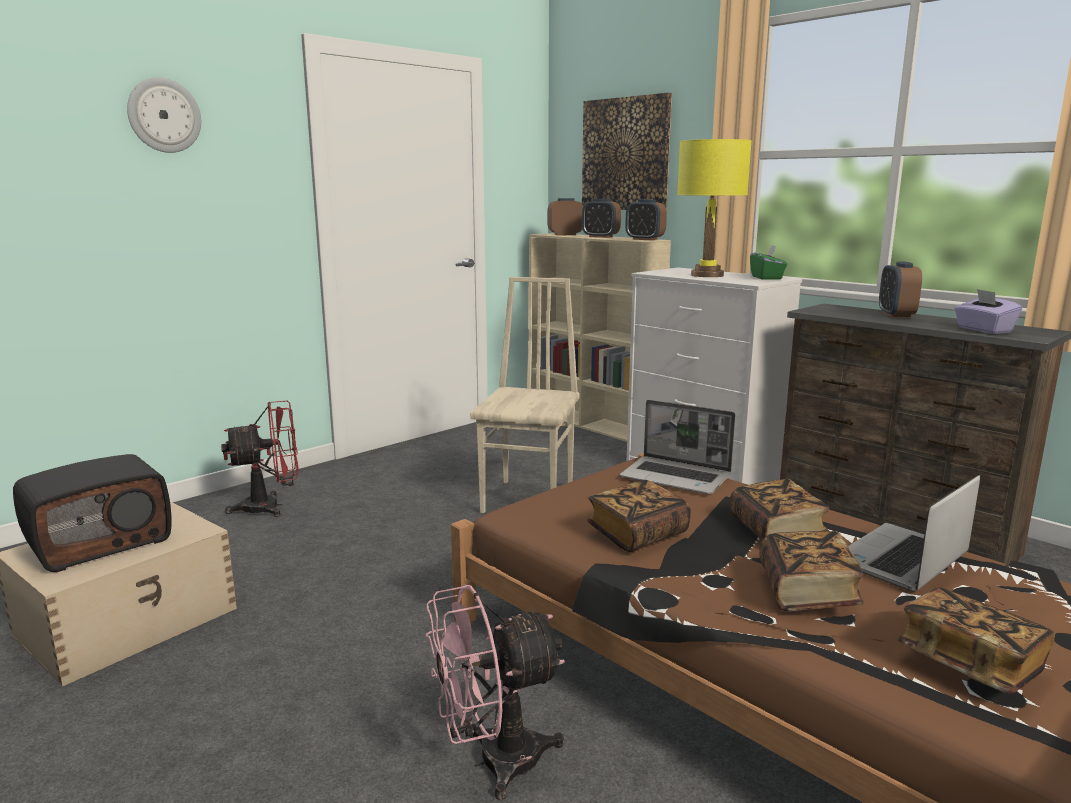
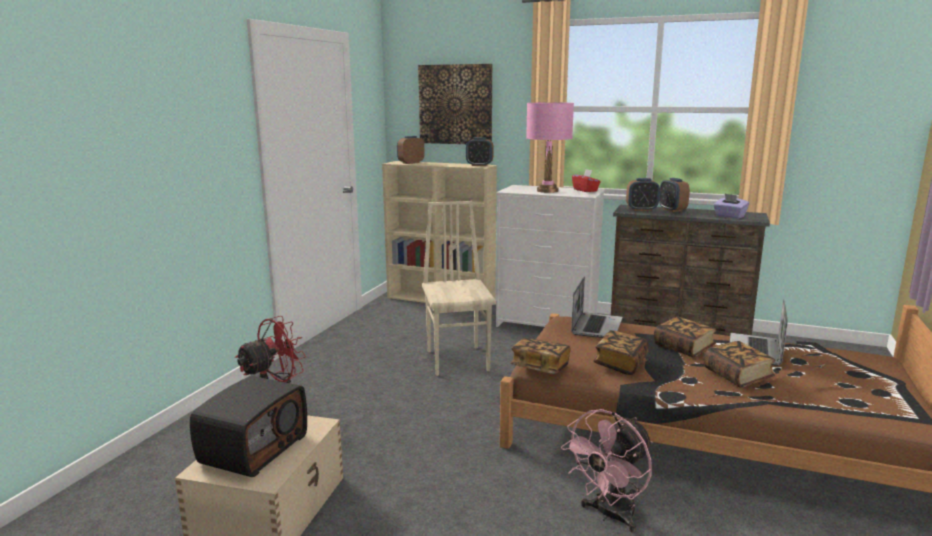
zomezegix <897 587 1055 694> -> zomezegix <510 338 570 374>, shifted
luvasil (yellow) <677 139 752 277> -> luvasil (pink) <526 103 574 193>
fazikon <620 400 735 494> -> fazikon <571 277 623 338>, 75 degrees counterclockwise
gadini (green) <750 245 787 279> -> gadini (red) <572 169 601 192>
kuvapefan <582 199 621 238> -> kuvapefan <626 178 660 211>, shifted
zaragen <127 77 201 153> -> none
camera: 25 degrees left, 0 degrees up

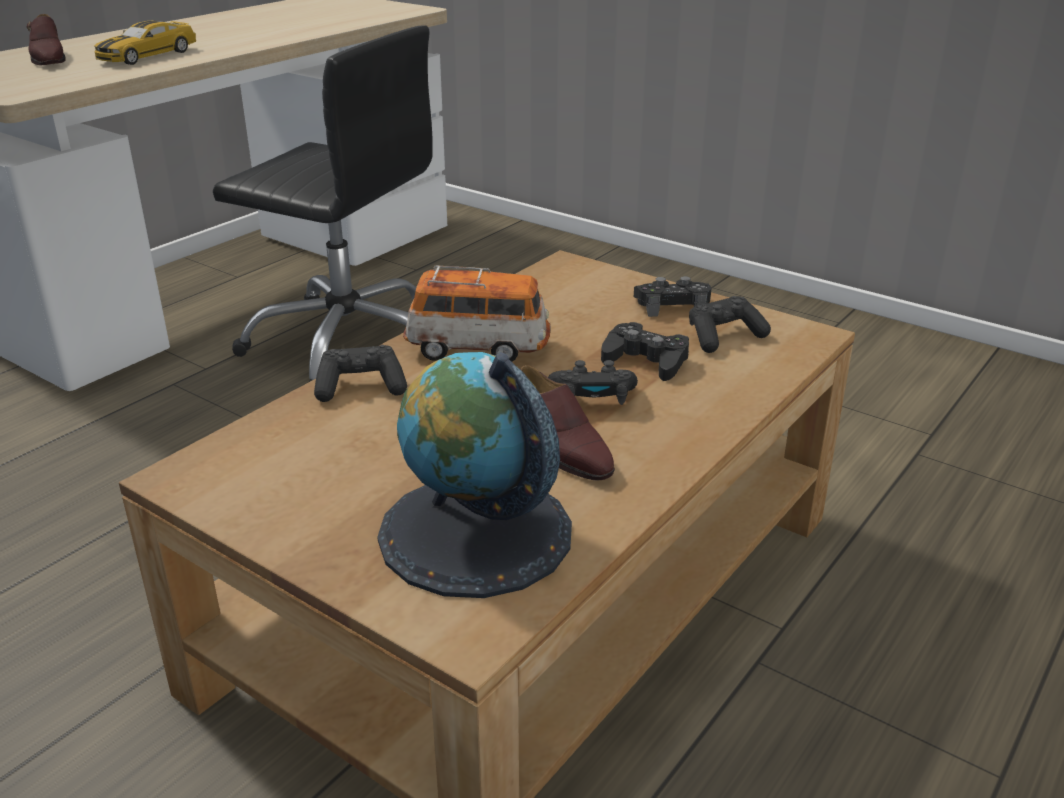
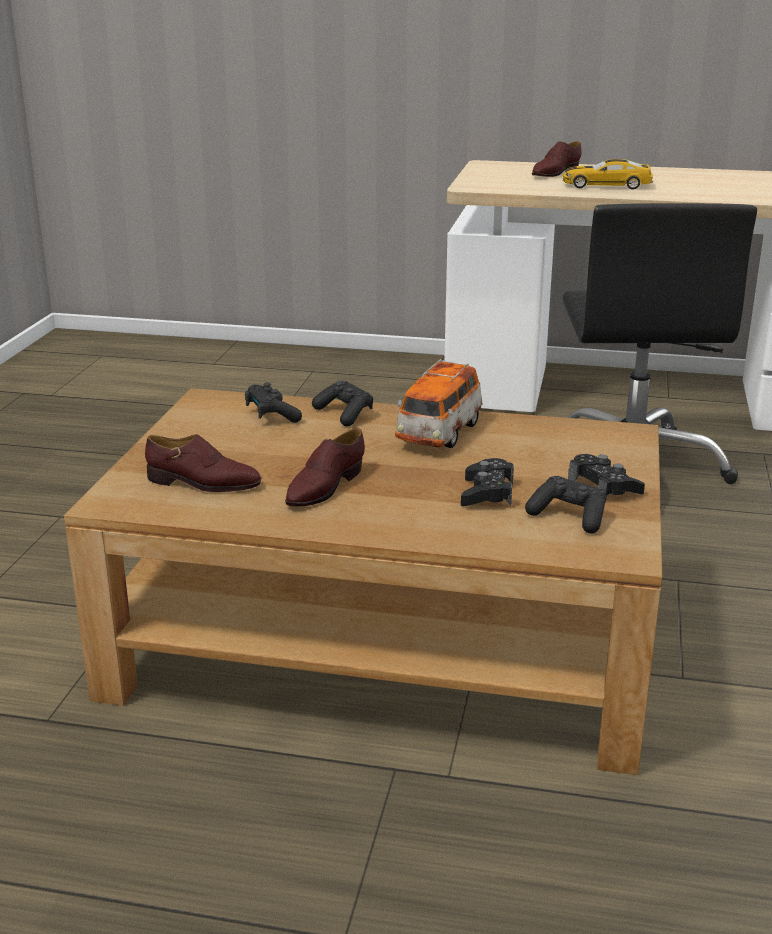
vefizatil <377 352 572 598> -> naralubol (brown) <145 434 261 492>
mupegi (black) <548 360 638 405> -> mupegi (black) <245 382 302 423>, shifted
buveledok <403 265 551 362> -> buveledok <395 359 483 448>, 45 degrees clockwise
camera: 65 degrees right, 5 degrees down

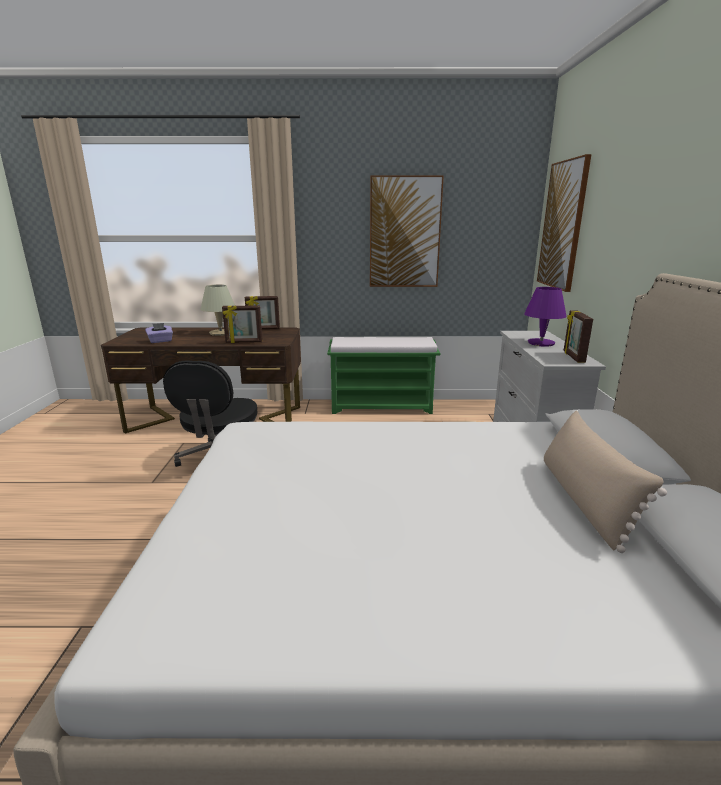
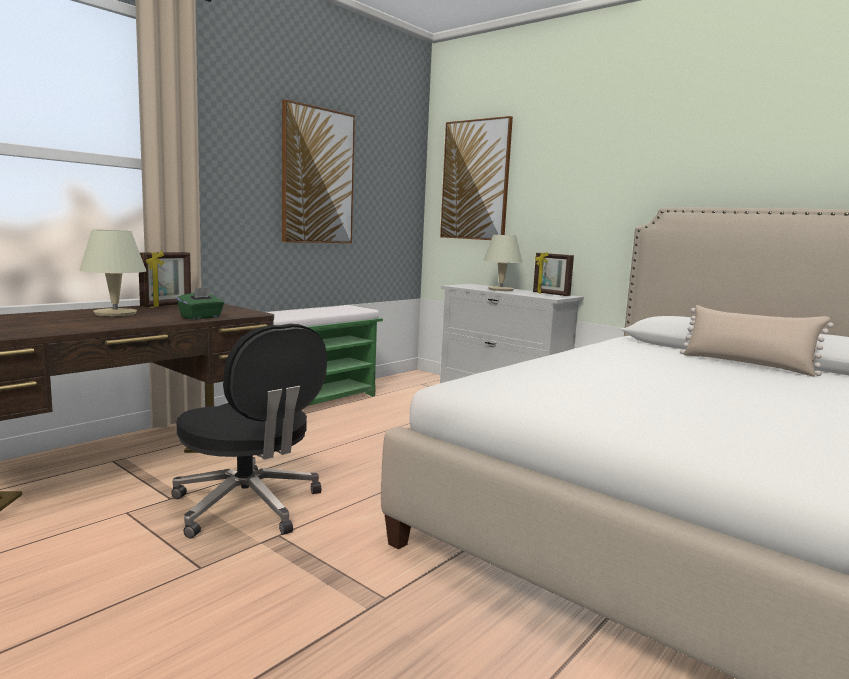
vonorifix <222 305 263 343> -> gadini (green) <177 287 224 320>
luvasil (purple) <524 287 567 346> -> luvasil (beige) <483 235 523 291>
gadini (purple) <145 323 173 343> -> none
camera: 50 degrees left, 10 degrees down

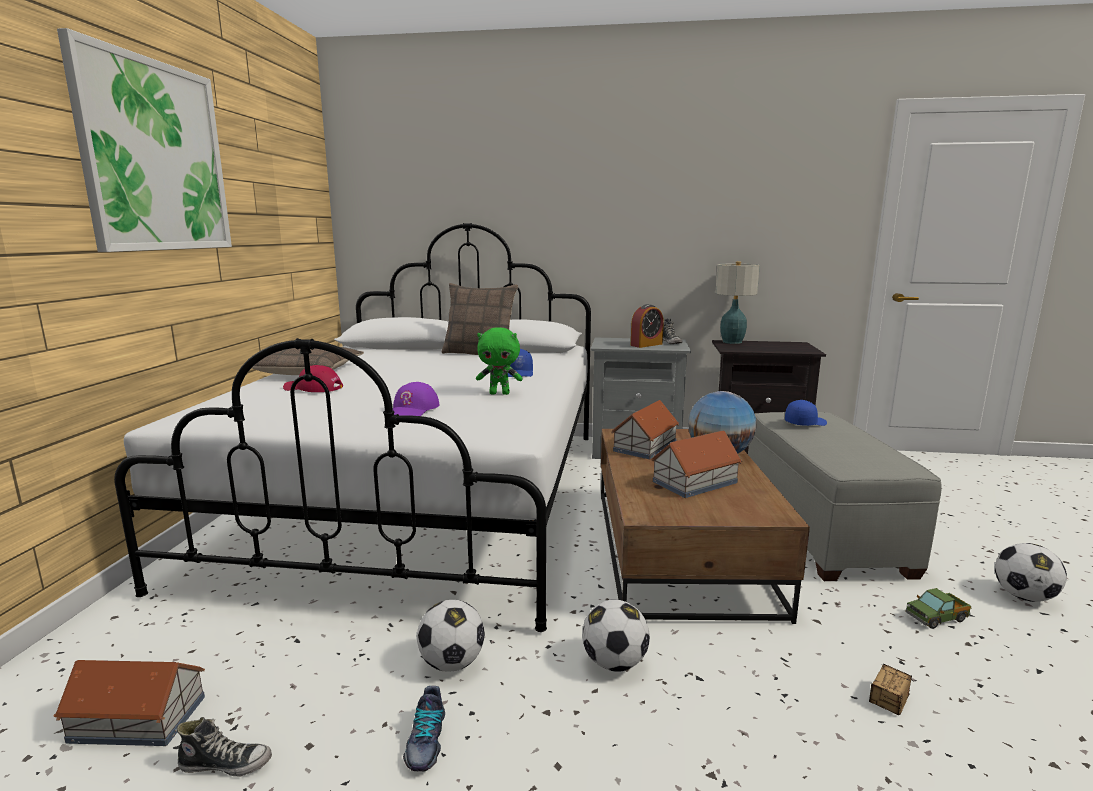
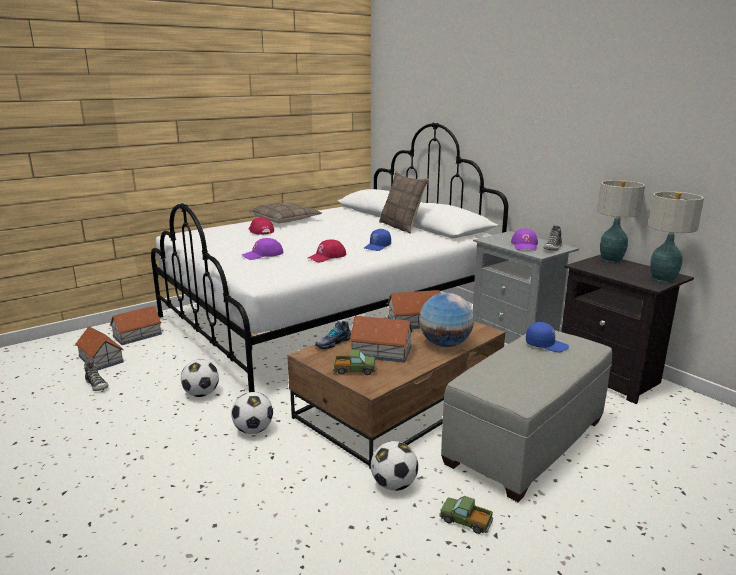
none -> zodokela <110 306 162 345>
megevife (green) <476 327 523 395> -> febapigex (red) <308 239 346 262>
naralubol <403 686 445 772> -> naralubol <315 321 351 349>, shifted
none -> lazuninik <333 350 376 375>
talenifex <995 543 1067 602> -> talenifex <371 441 418 491>, shifted
kuvapefan <631 304 664 348> -> febapigex (purple) <511 228 538 251>
none -> luvasil <648 191 704 283>
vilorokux <57 28 232 252> -> none
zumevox <869 664 912 715> -> none
camera: 45 degrees right, 5 degrees up

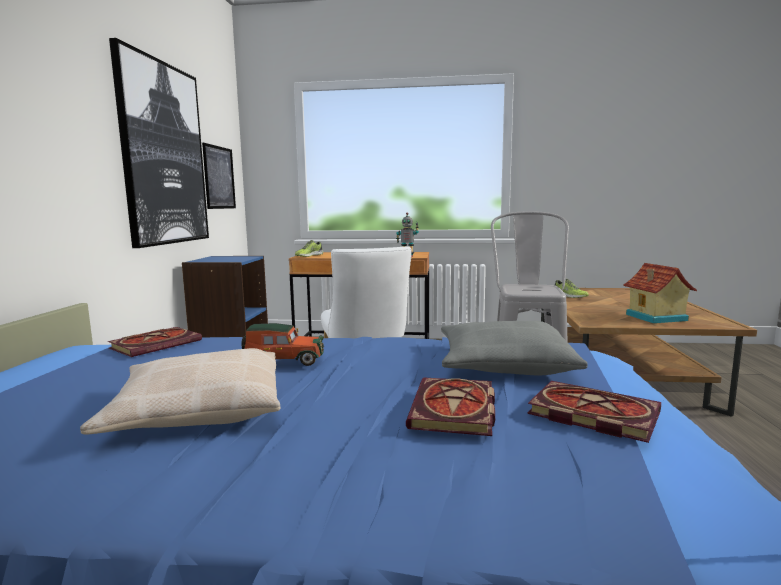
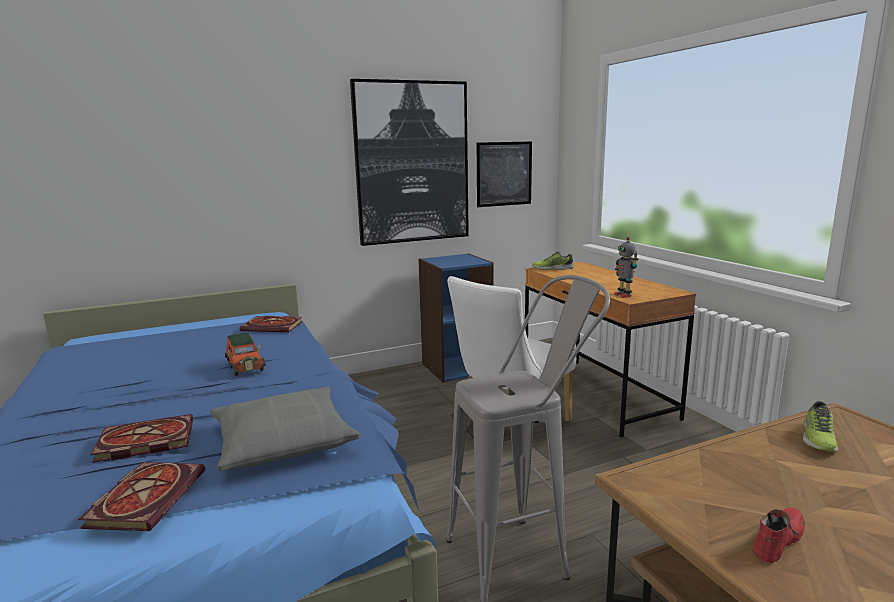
zodokela <623 263 697 323> -> naralubol (red) <752 508 805 563>
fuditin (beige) <80 348 281 435> -> none
camera: 60 degrees right, 5 degrees up

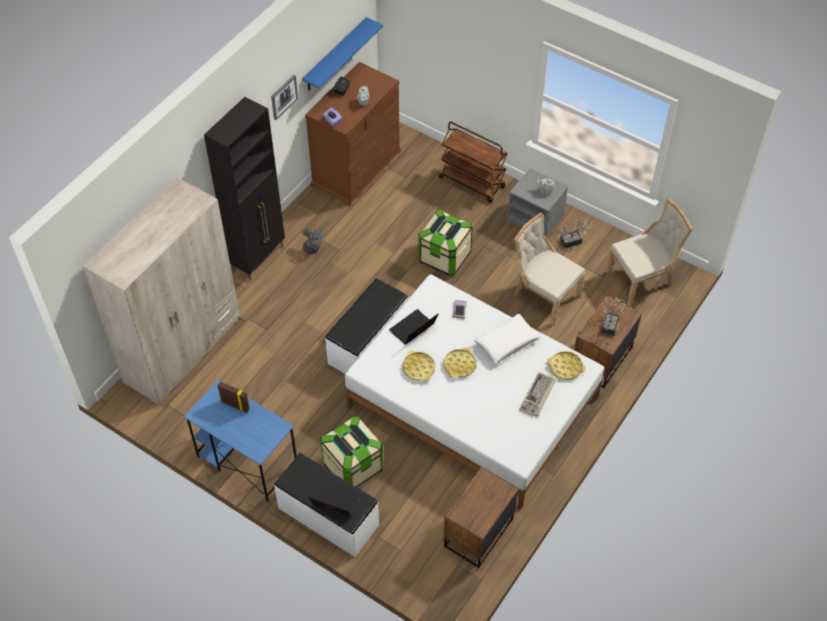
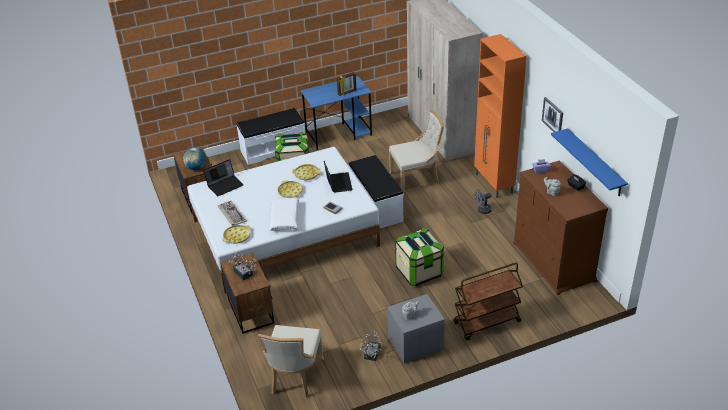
none -> vefizatil <183 147 206 170>
fazikon <308 481 361 517> -> fazikon <203 159 243 196>, shifted
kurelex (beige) <514 213 585 326> -> kurelex (beige) <389 109 444 194>, shifted
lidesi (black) <204 97 285 281> -> lidesi (orange) <474 34 527 198>
camera: 125 degrees right, 15 degrees down

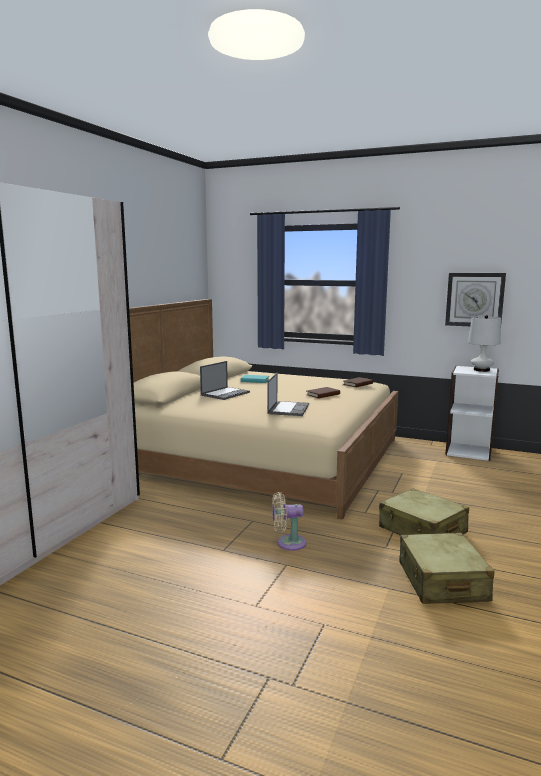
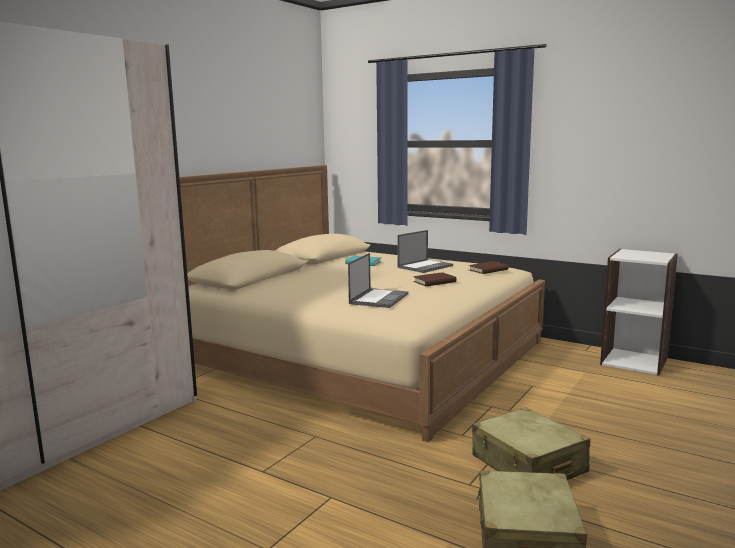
fazikon <200 361 250 400> -> fazikon <397 230 453 273>, shifted
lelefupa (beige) <272 492 306 551> -> none
zaragen <445 273 506 326> -> none
luvasil (white) <468 315 501 372> -> none
camera: 10 degrees right, 0 degrees up

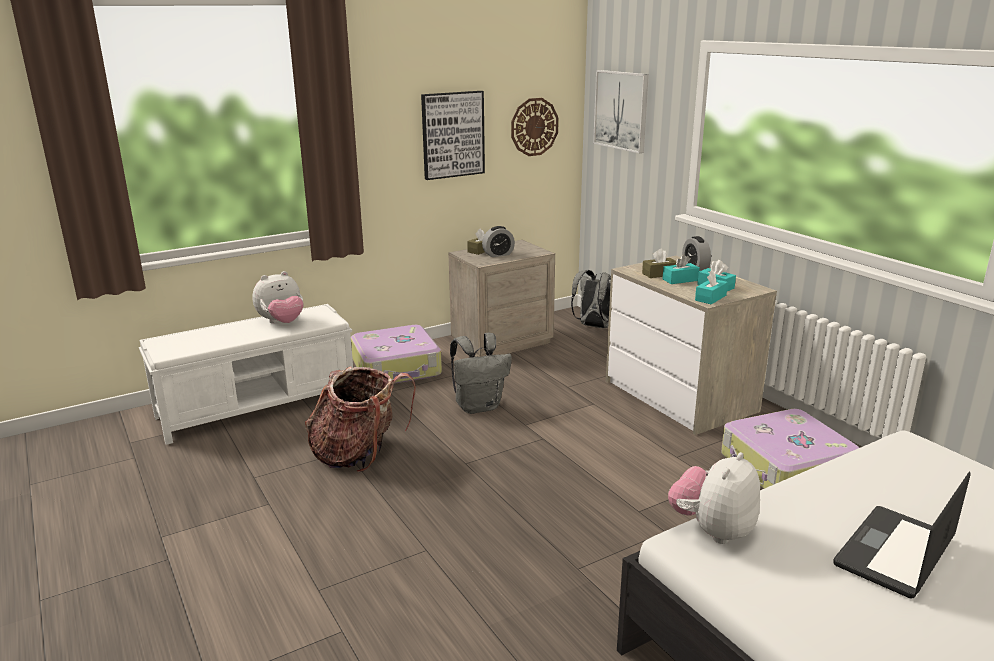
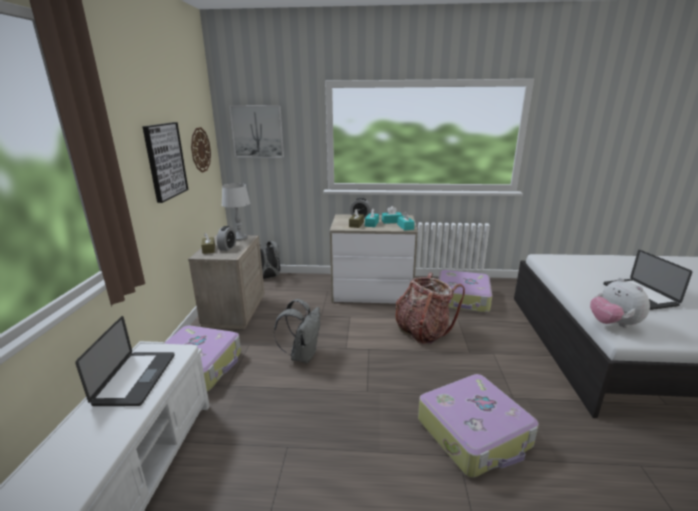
megevife <252 271 304 323> -> fazikon <75 316 175 406>
none -> luvasil (grey) <222 183 250 241>
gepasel <305 367 416 472> -> gepasel <395 272 465 344>, shifted
none -> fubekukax <418 374 539 478>
camera: 55 degrees left, 0 degrees up

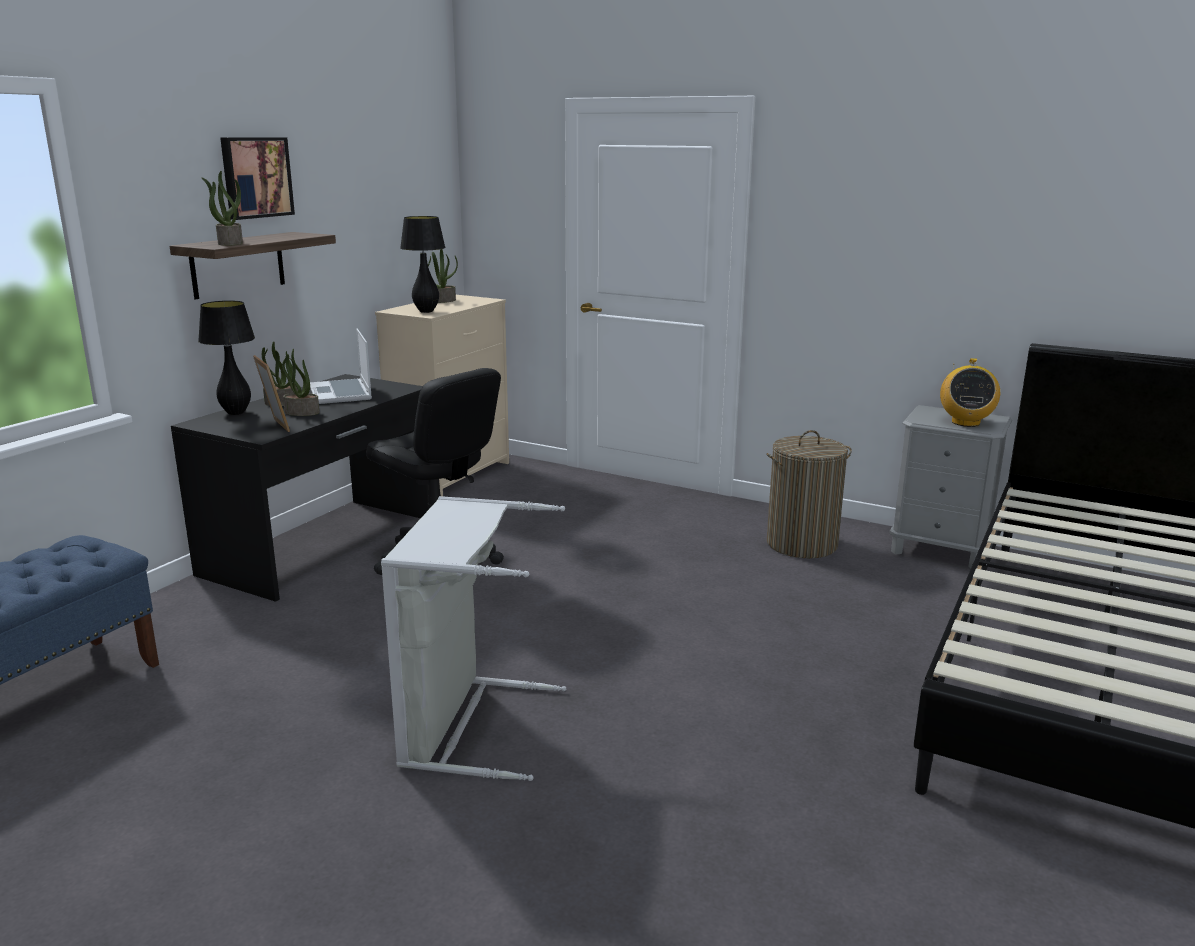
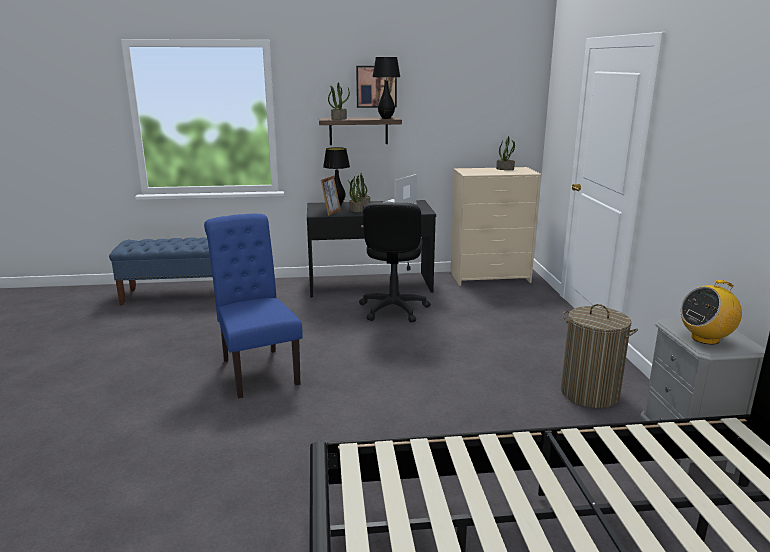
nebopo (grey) <381 496 566 781> -> kurelex (blue) <204 214 303 399>
luvasil (black) <400 216 446 313> -> luvasil (black) <373 57 400 119>, shifted
camera: 55 degrees right, 0 degrees up

